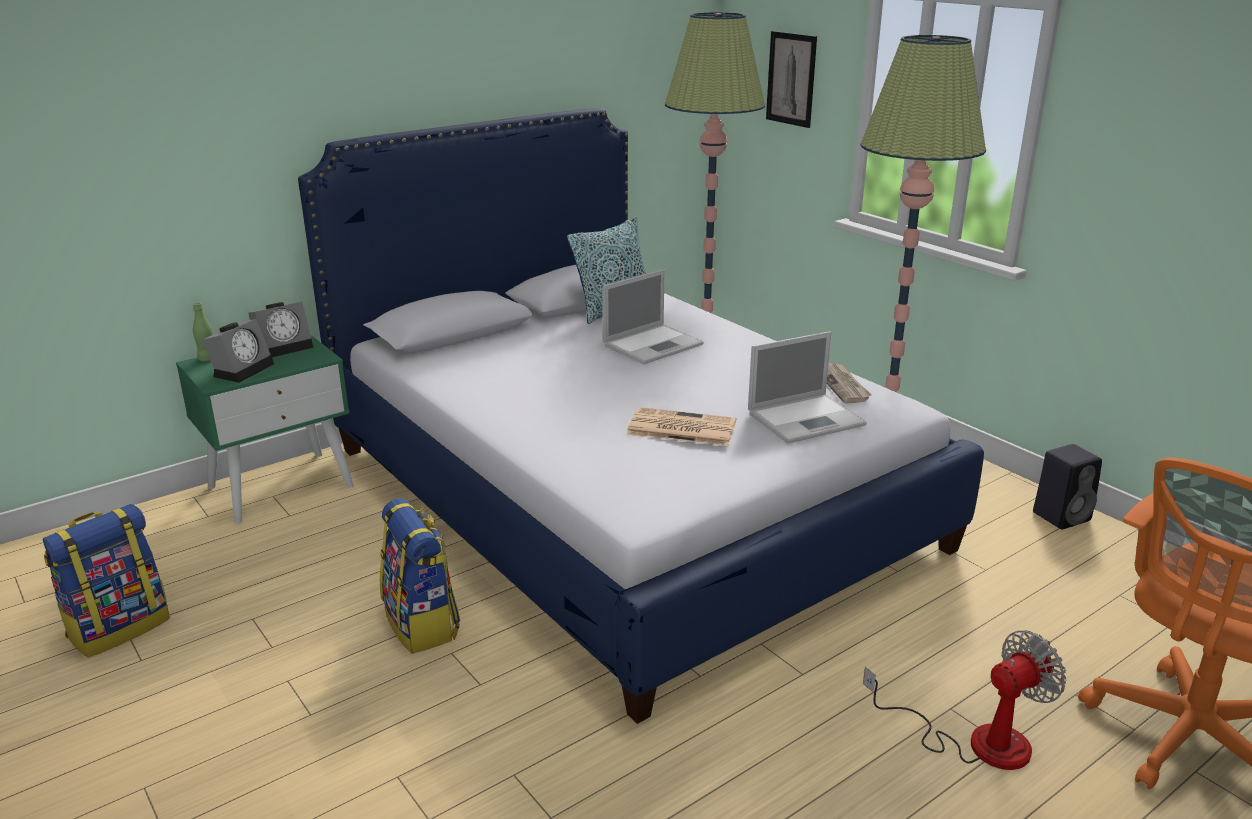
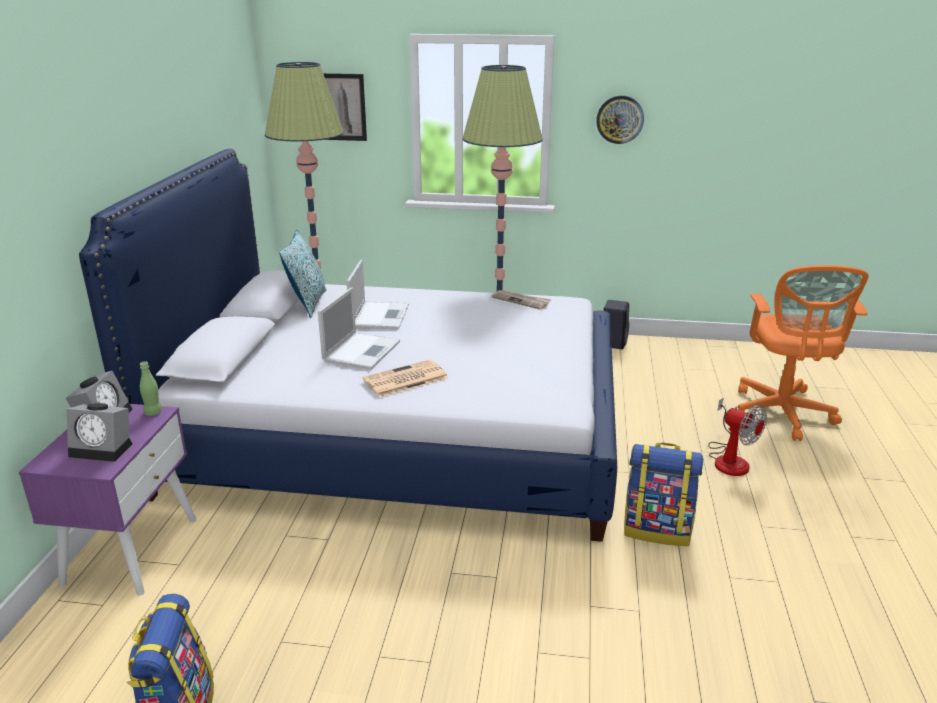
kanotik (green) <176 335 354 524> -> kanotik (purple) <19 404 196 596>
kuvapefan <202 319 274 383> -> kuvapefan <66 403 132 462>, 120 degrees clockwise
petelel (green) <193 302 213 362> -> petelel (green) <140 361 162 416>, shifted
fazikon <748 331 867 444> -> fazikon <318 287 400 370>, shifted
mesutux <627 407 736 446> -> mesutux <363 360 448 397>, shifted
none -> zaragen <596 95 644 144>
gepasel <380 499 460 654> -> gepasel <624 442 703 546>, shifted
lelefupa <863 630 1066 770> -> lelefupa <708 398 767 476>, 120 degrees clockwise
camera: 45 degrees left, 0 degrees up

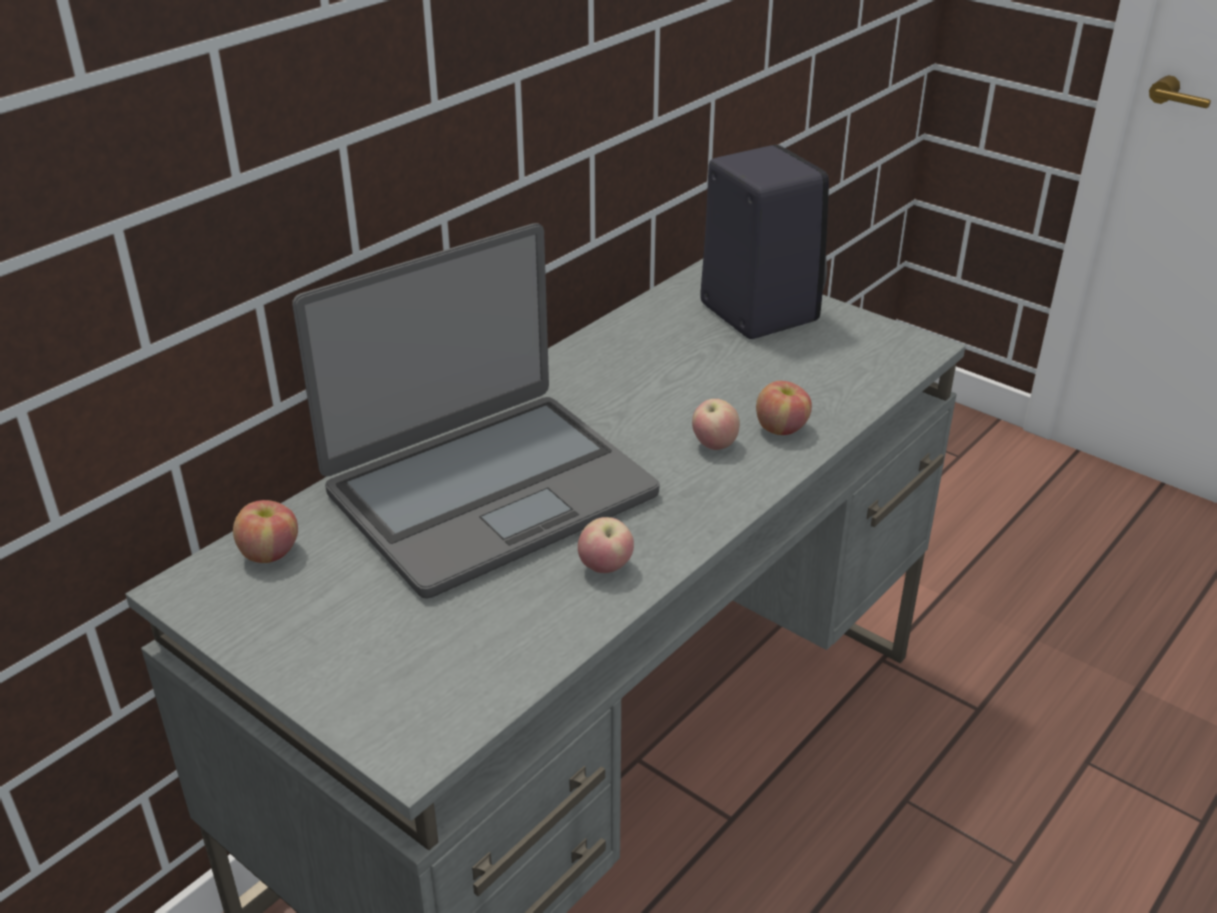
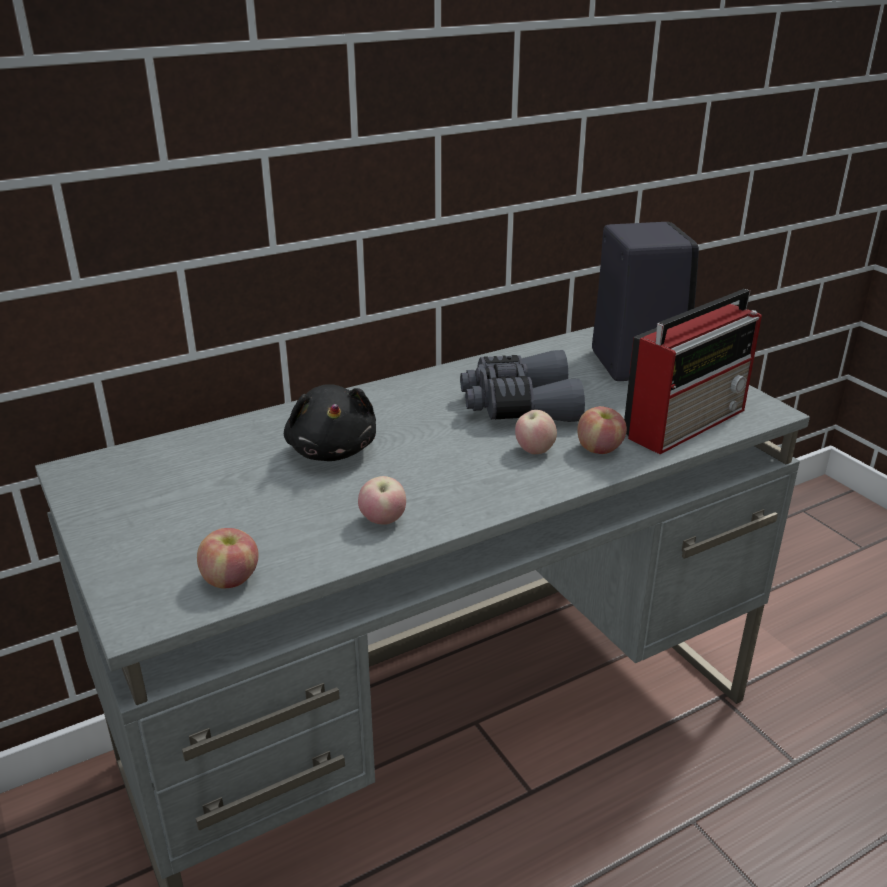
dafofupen <233 500 298 563> -> dafofupen <197 528 259 588>, shifted
fazikon <292 223 659 598> -> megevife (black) <284 384 376 461>
none -> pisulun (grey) <460 350 585 422>
none -> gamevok <624 289 762 454>
camera: 20 degrees right, 5 degrees down

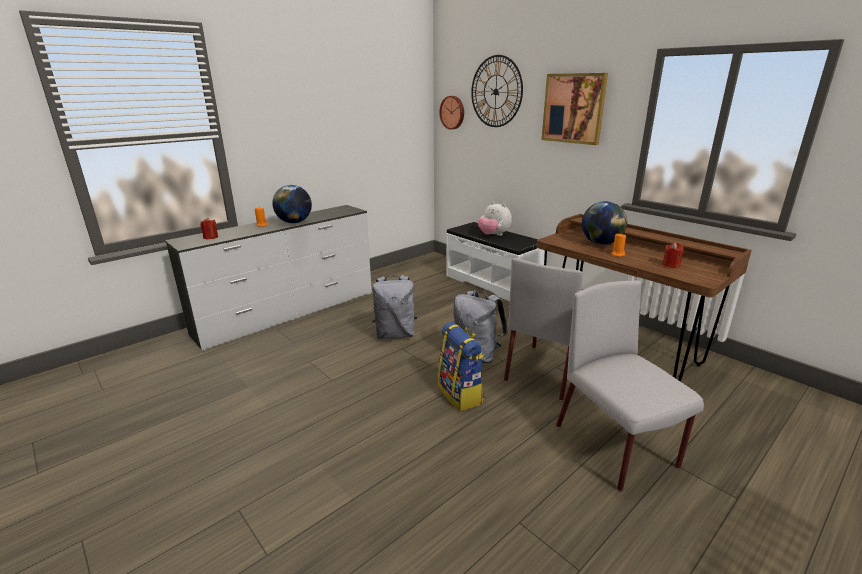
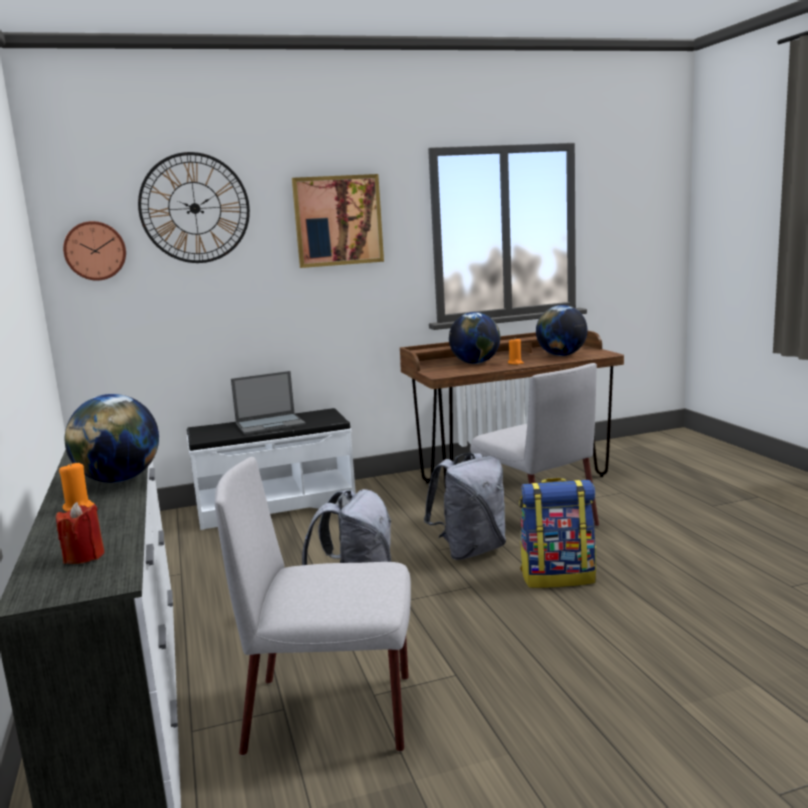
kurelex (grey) <556 281 704 491> -> kurelex (grey) <215 457 411 756>, shifted
megevife <478 202 512 236> -> fazikon <231 371 306 434>
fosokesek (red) <662 242 684 268> -> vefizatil <536 305 587 356>
camera: 65 degrees left, 10 degrees down

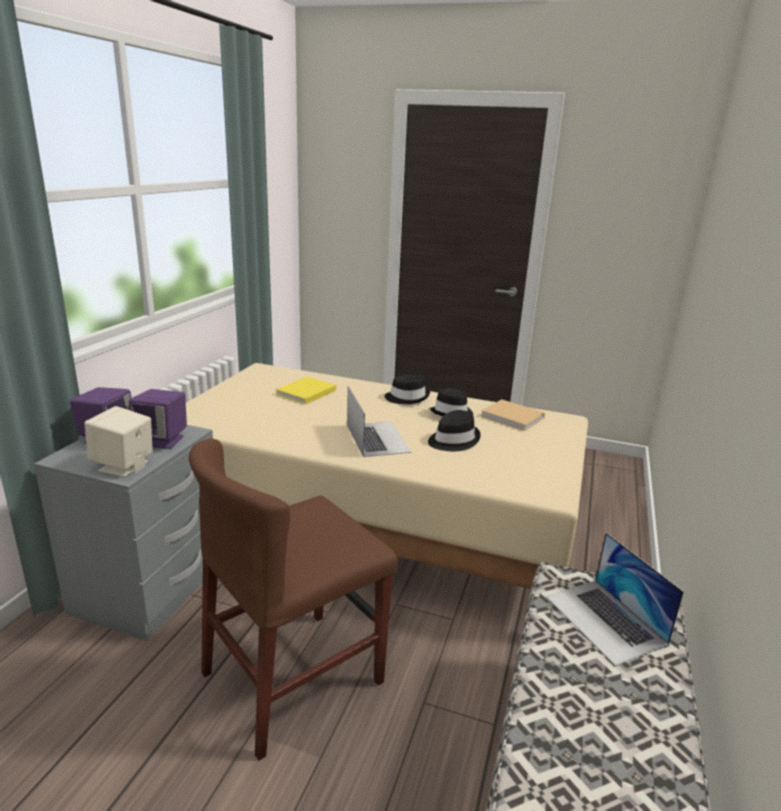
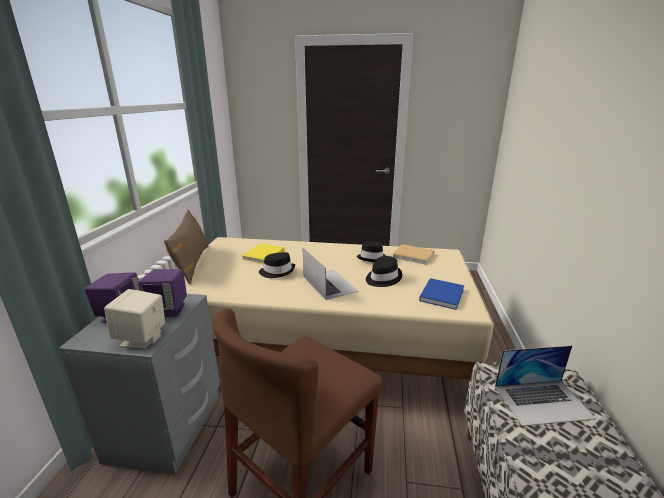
none -> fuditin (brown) <164 210 209 285>
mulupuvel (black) <385 375 430 404> -> mulupuvel (black) <259 252 295 278>, shifted
none -> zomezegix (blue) <419 278 464 310>
fazikon <546 533 684 666> -> fazikon <495 345 596 426>, 60 degrees counterclockwise
camera: 10 degrees left, 0 degrees up

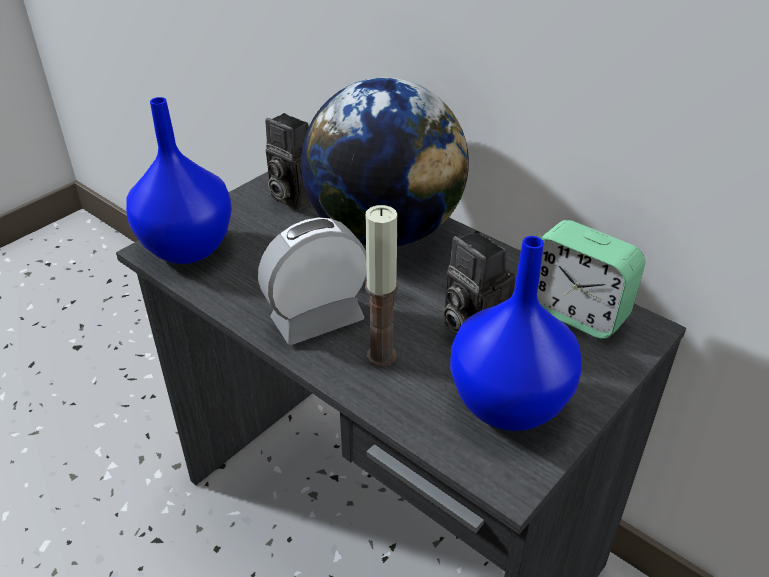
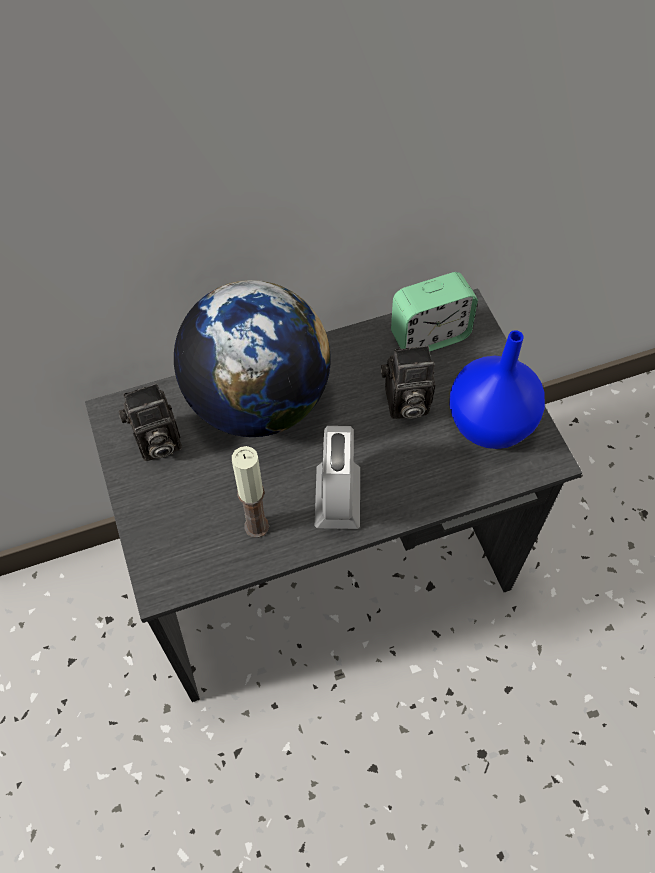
fosokesek <365 205 398 367> -> fosokesek <232 446 269 538>, shifted
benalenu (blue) <126 97 232 264> -> none
camera: 60 degrees left, 20 degrees up

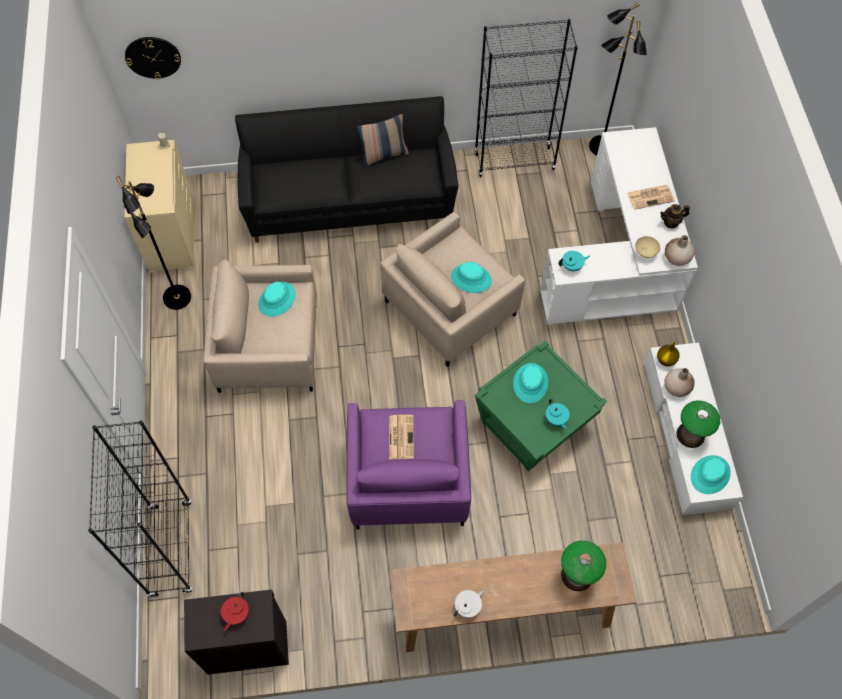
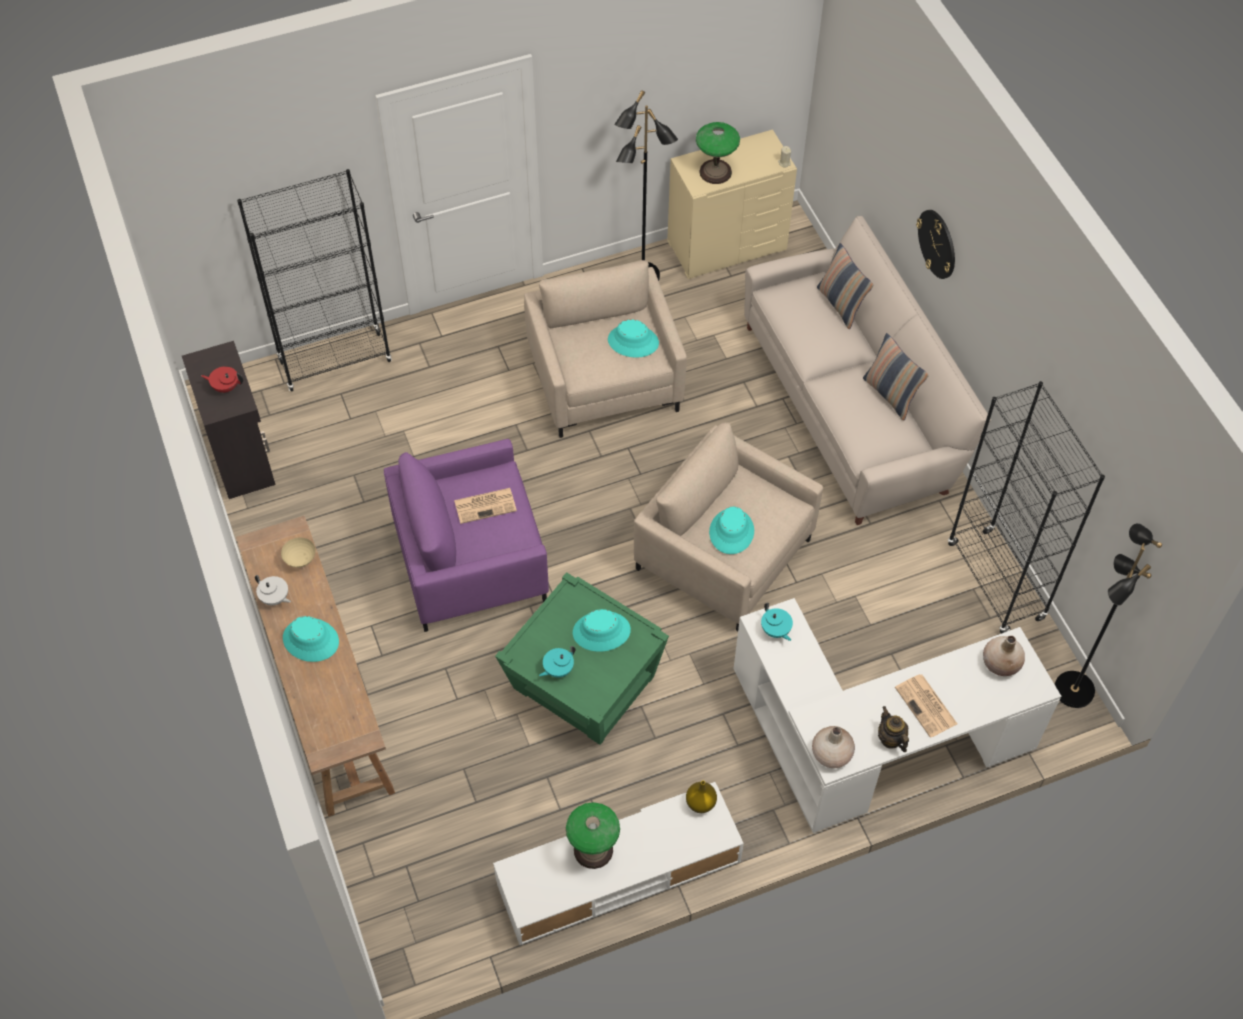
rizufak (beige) <635 236 660 258> -> rizufak (beige) <281 538 316 568>, shifted
mulupuvel (turquoise) <691 455 731 494> -> mulupuvel (turquoise) <283 616 339 662>, shifted
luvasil <561 540 606 591> -> luvasil <696 122 740 184>, shifted
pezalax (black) <235 96 458 243> -> pezalax (beige) <744 216 991 525>
none -> fuditin <817 243 873 329>
zaragen <125 37 181 80> -> zaragen <916 210 955 279>, shifted
benalenu (beige) <664 368 695 397> -> benalenu (beige) <983 635 1025 676>, shifted
camera: 75 degrees right, 5 degrees down

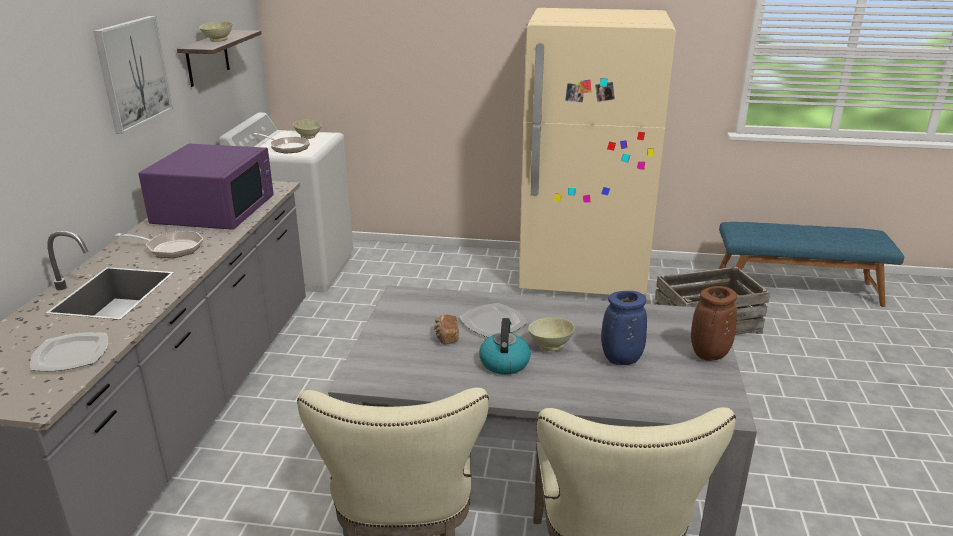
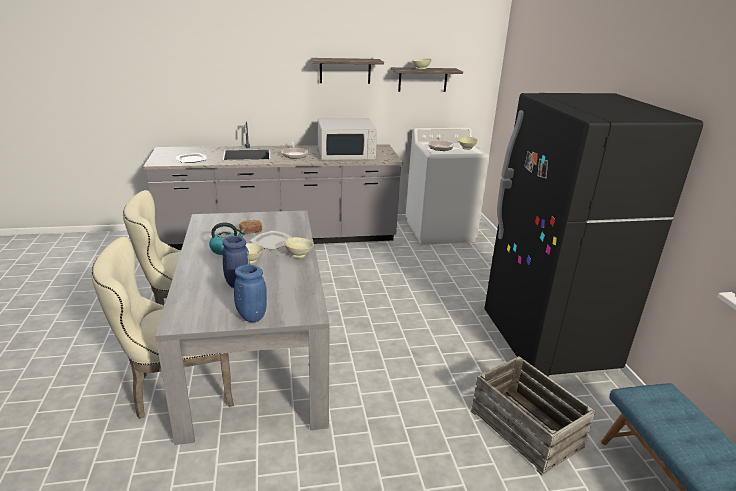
benalenu (brown) <691 286 737 361> -> benalenu (blue) <234 264 267 322>
none -> rizufak (beige) <284 237 314 258>
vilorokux <94 16 173 134> -> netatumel <311 58 384 84>
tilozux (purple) <138 144 274 230> -> tilozux (white) <318 118 377 160>
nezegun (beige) <519 8 676 297> -> nezegun (black) <484 93 703 378>
camera: 70 degrees right, 0 degrees up

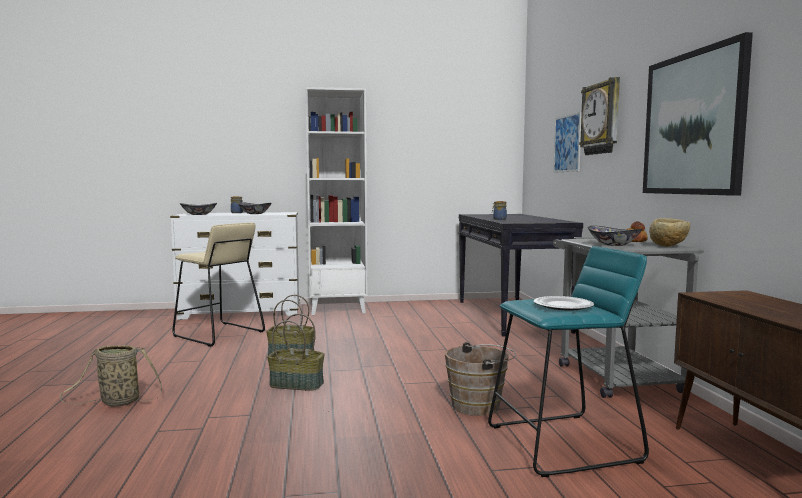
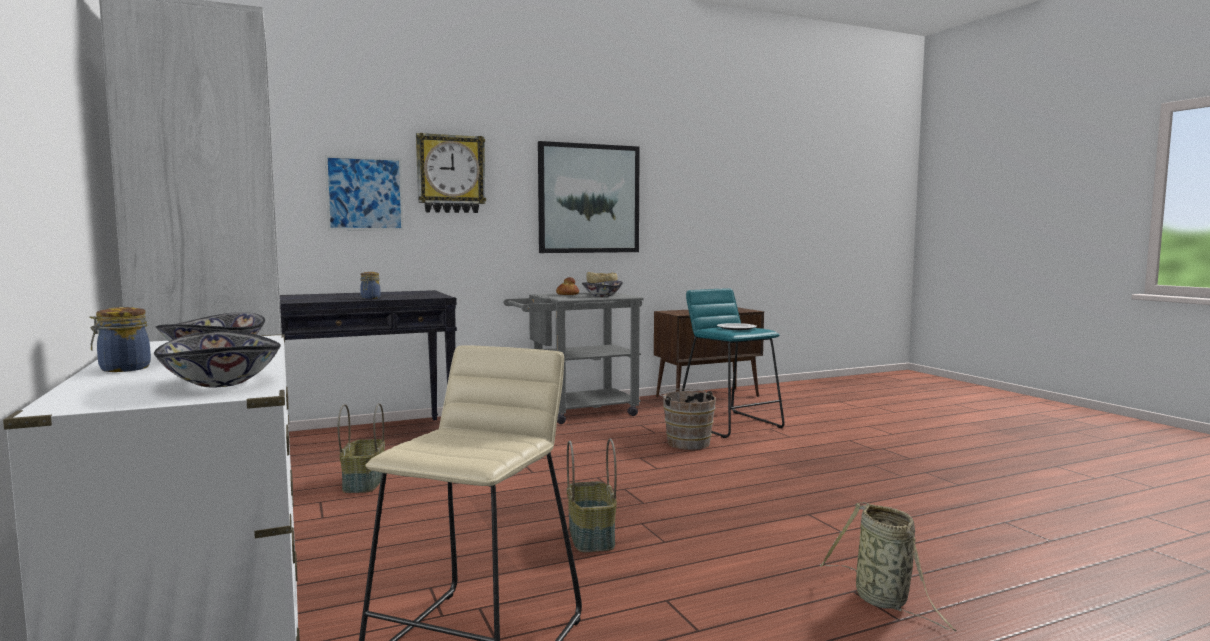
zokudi <267 314 324 391> -> zokudi <338 403 385 493>, shifted
camera: 105 degrees left, 0 degrees up

